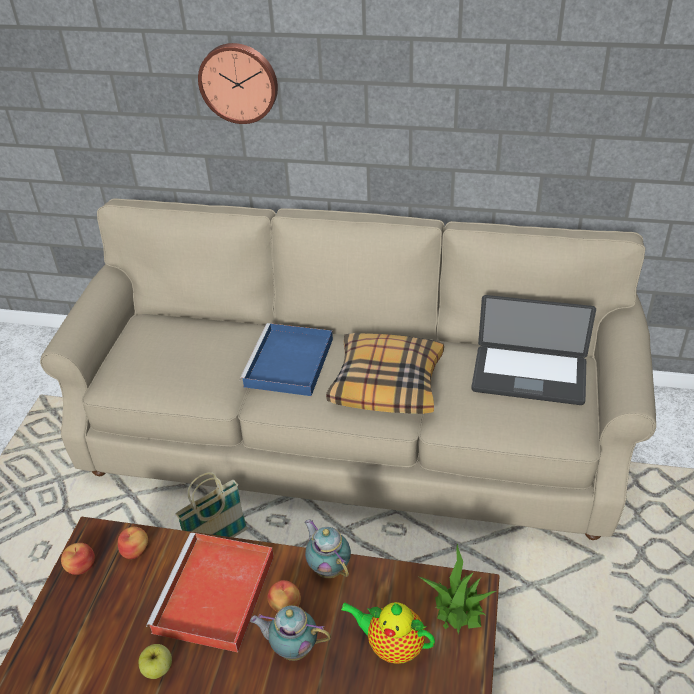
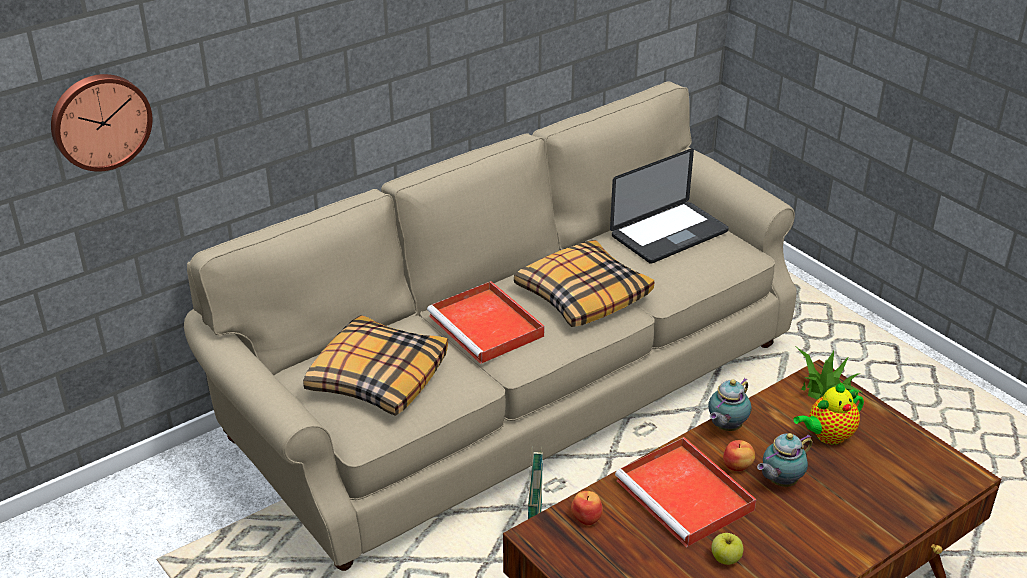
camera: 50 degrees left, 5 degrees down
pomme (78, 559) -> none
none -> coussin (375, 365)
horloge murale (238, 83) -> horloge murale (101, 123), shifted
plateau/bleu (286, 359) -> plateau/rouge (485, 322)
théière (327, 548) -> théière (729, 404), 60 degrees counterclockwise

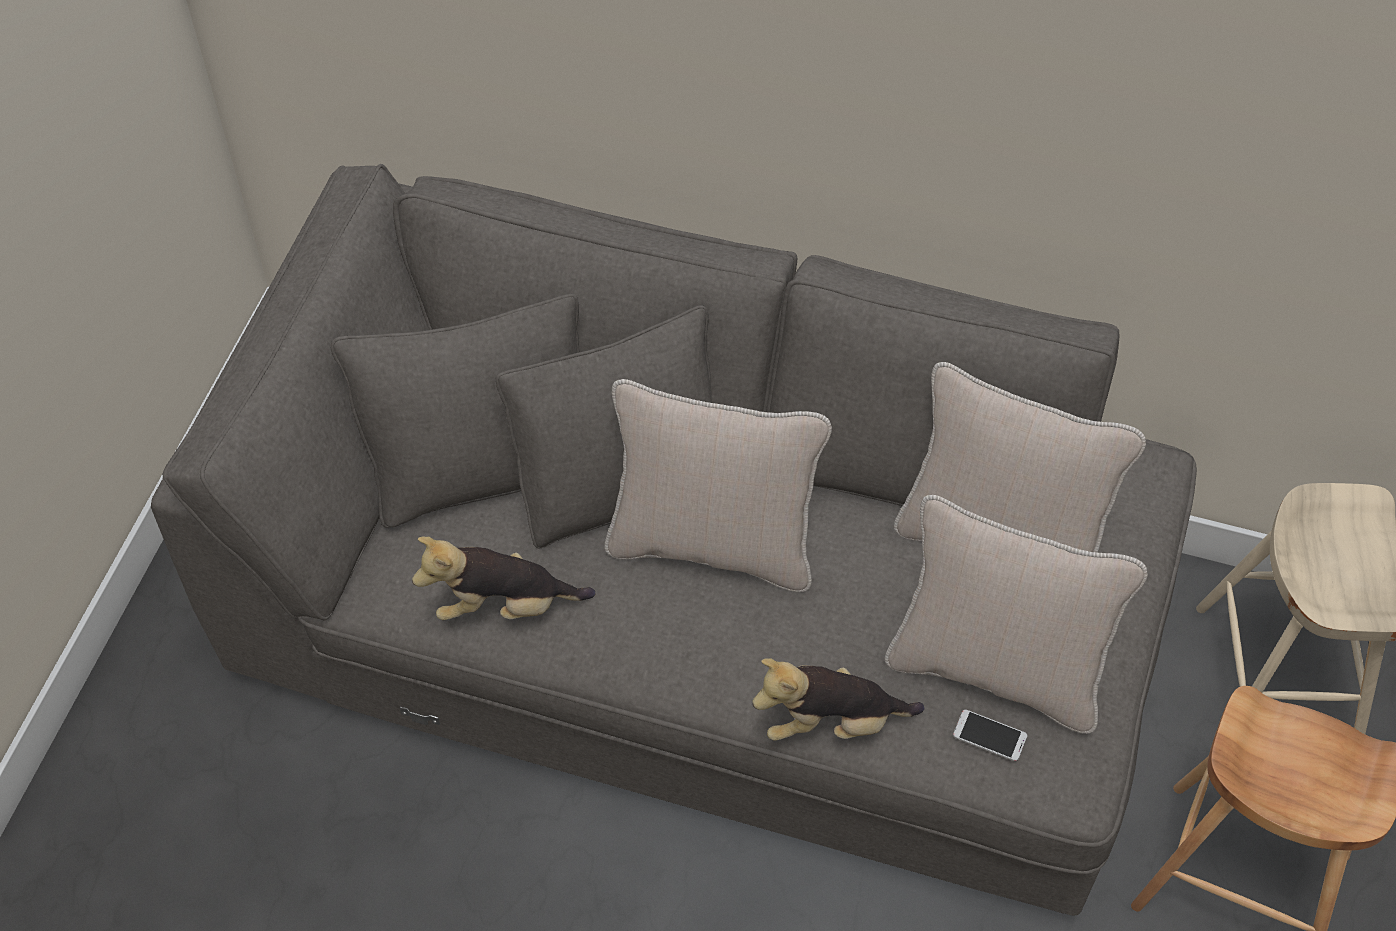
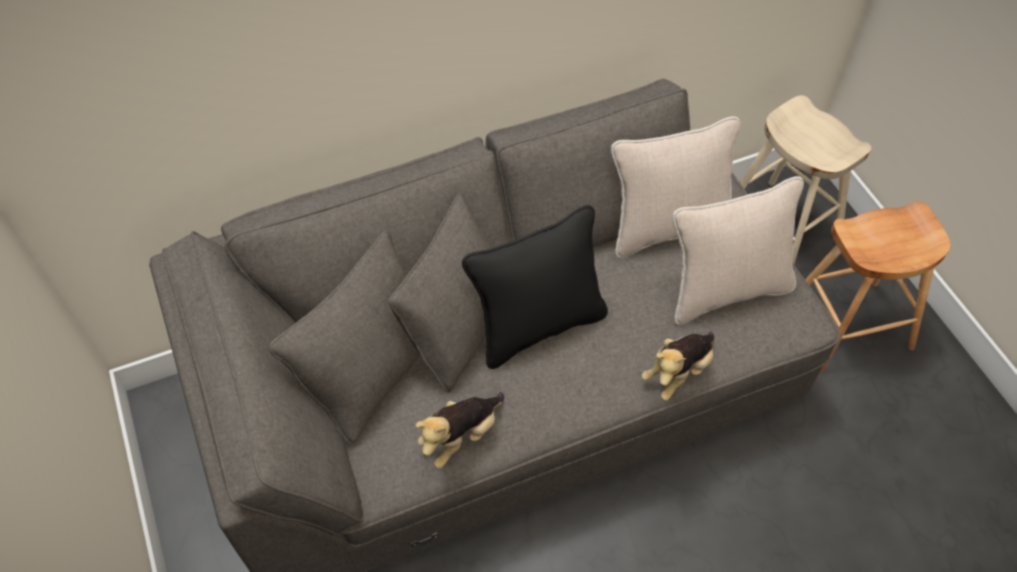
camera: 40 degrees left, 0 degrees up
téléphone (990, 735) -> none
coussin/beige (718, 486) -> coussin/noir (535, 287)

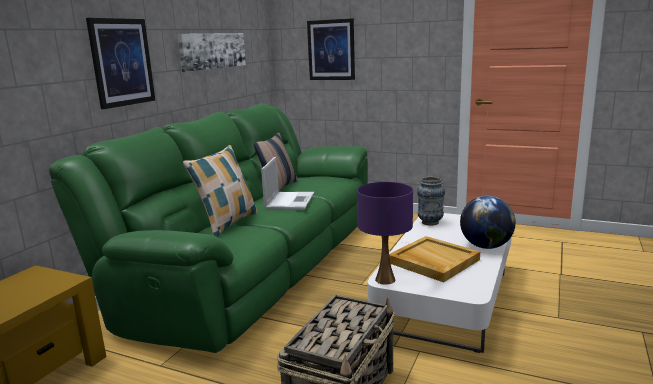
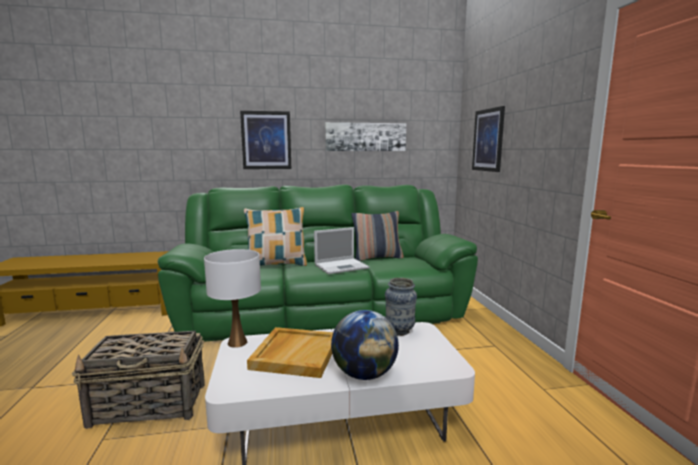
camera: 55 degrees right, 5 degrees down
lampe de table/violet (385, 233) -> lampe de table/blanc (232, 298)

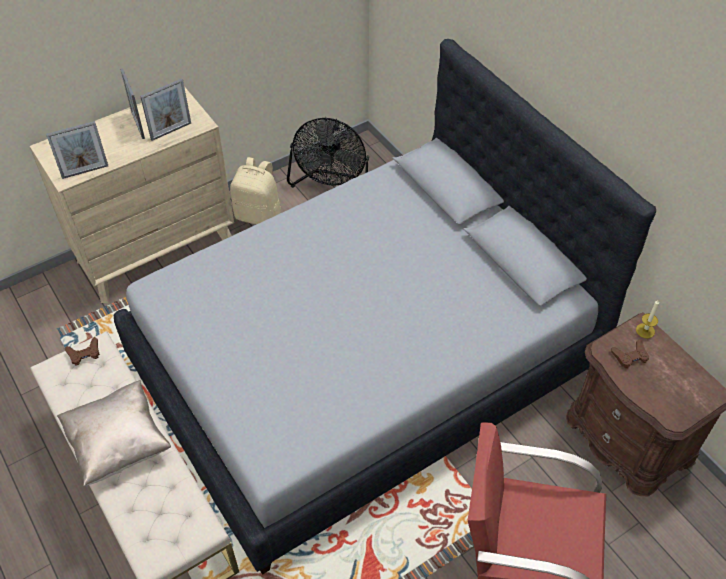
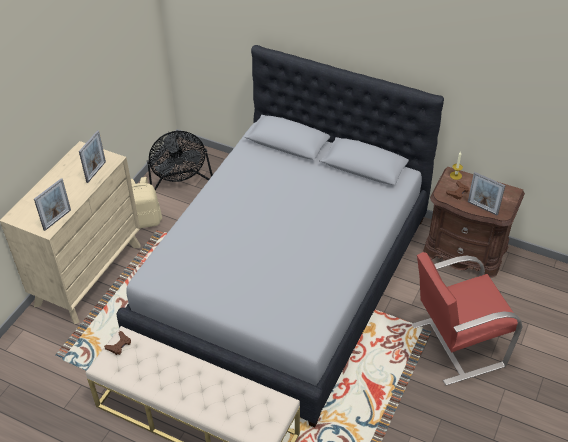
camera: 30 degrees left, 5 degrees down
coussin/beige (114, 433) -> none
cadre photo (132, 103) -> cadre photo (487, 194), shifted

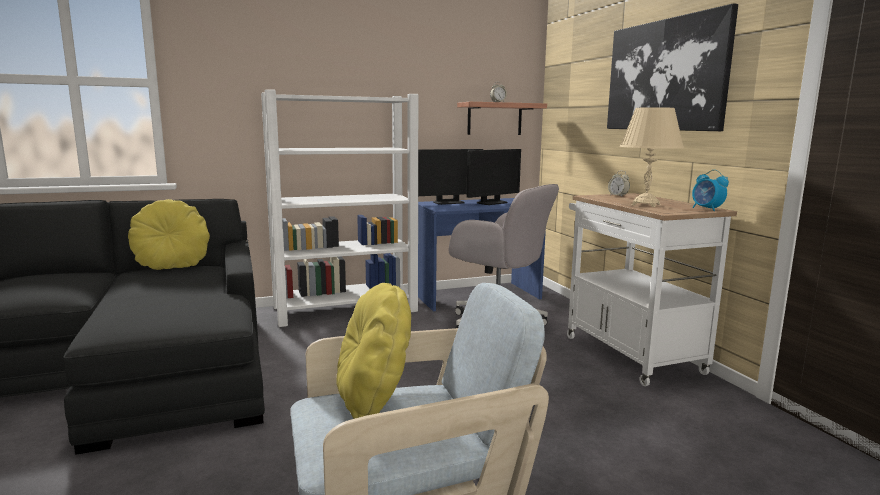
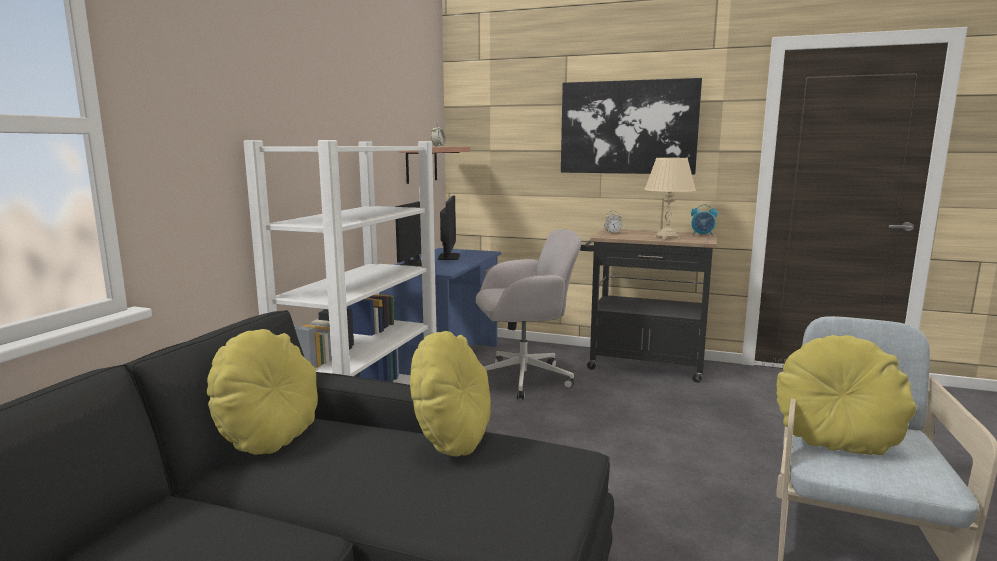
camera: 50 degrees left, 0 degrees up
none -> coussin/jaune (450, 394)
chariot/blanc (652, 289) -> chariot/noir (648, 306)

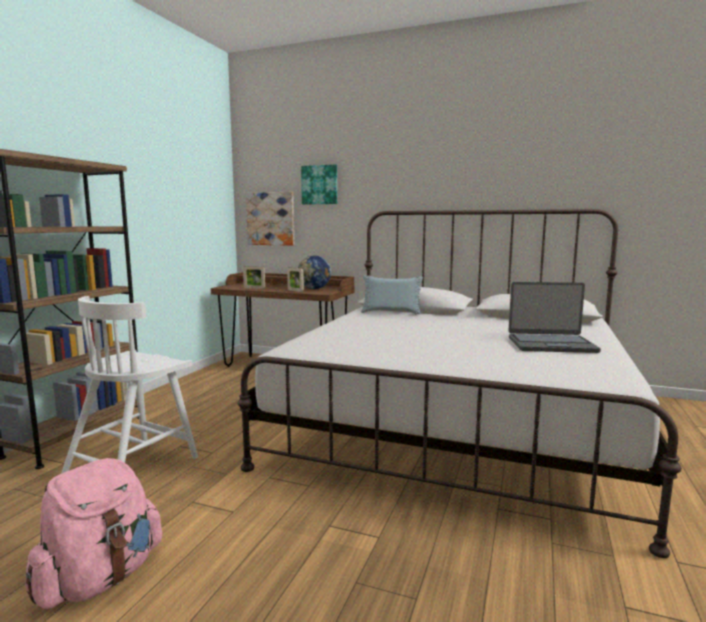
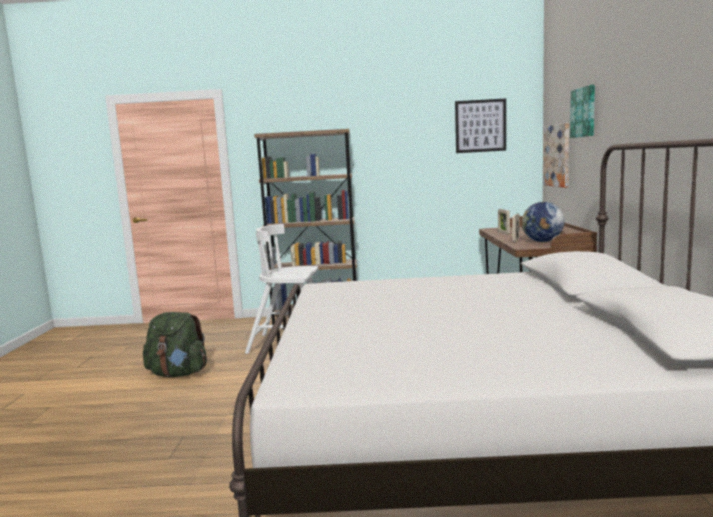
camera: 70 degrees right, 0 degrees up
coussin/bleu (392, 295) -> none
ordinateur portable (554, 317) -> none
none -> tableau (480, 126)
sac à dos/rose (93, 533) -> sac à dos/vert (175, 344)

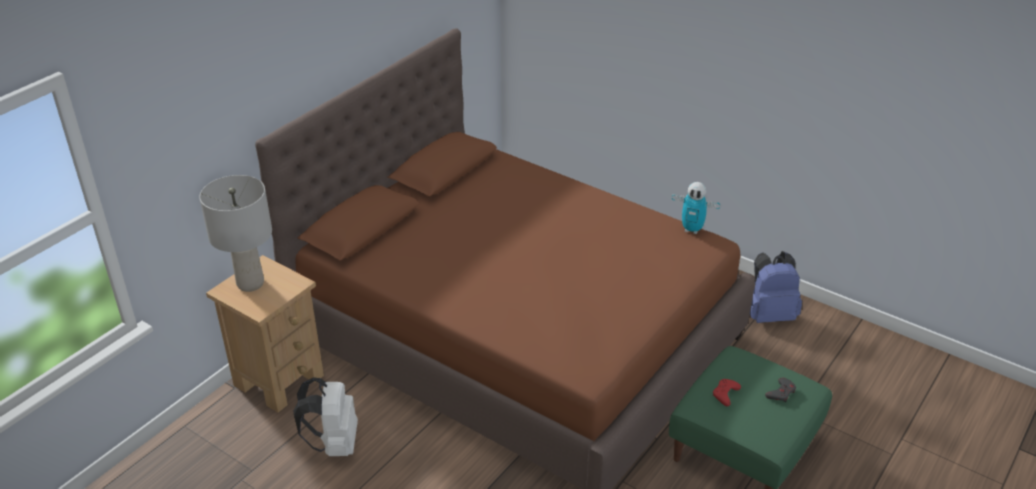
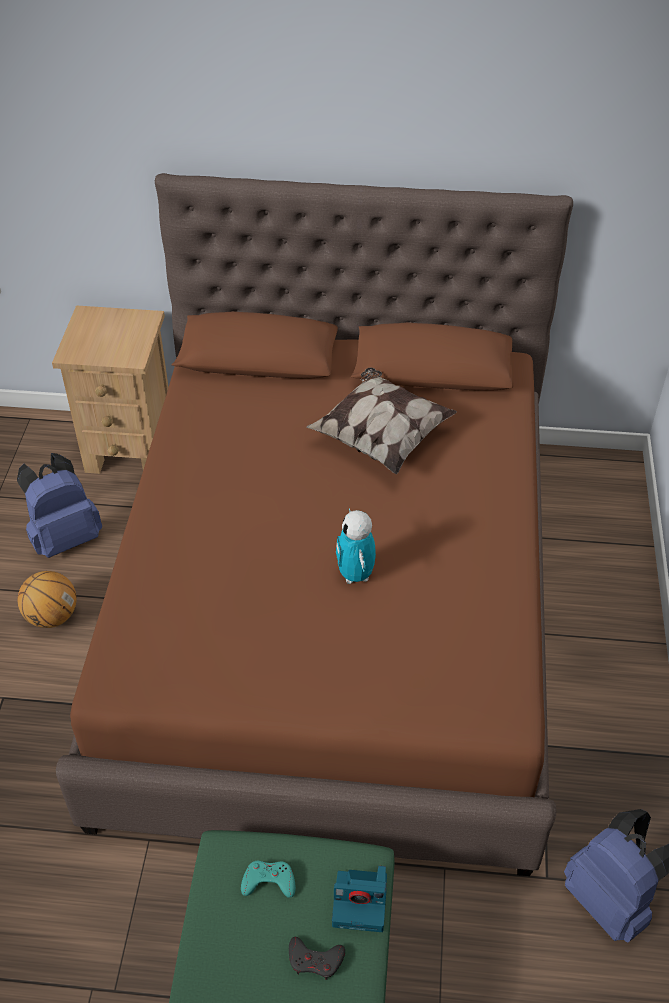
camera: 60 degrees right, 10 degrees up
lampe de table/gris (235, 233) -> none
none -> ballon de basket (46, 599)
none -> coussin (382, 421)
none -> appareil photo (359, 899)
robot jouet (696, 208) -> robot jouet (356, 546), shifted
sac à dos/blanc (325, 416) -> sac à dos/bleu (59, 505)
manette/rouge (727, 392) -> manette/turquoise (268, 879)

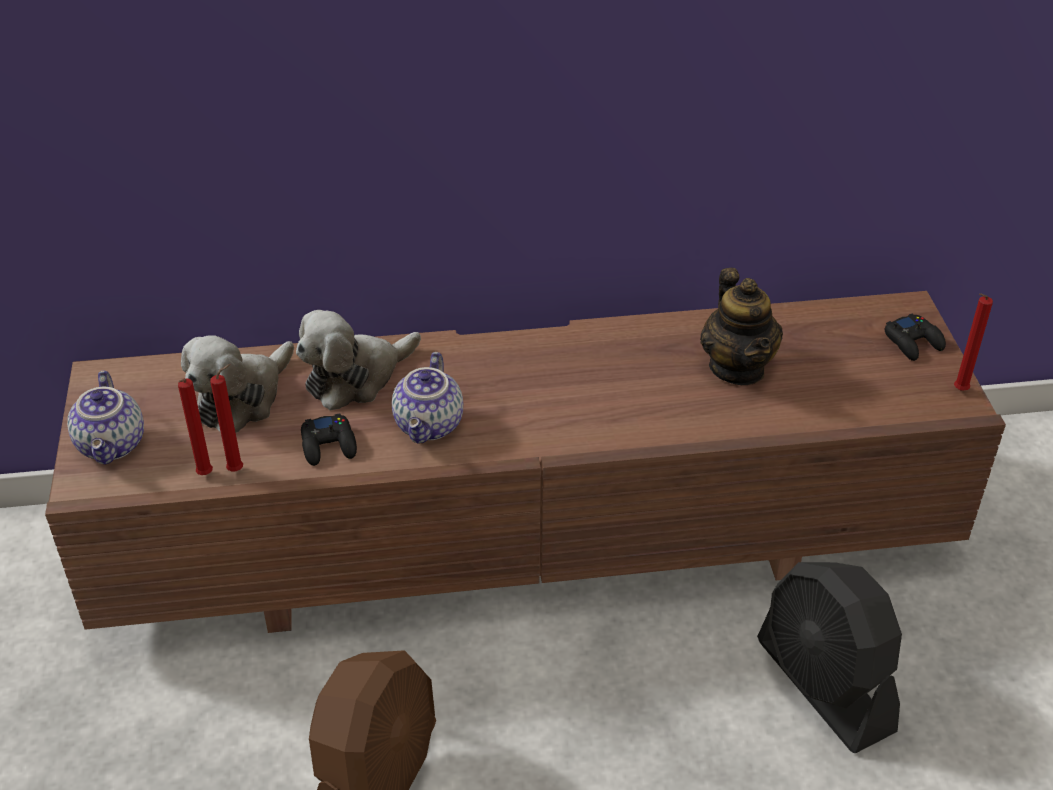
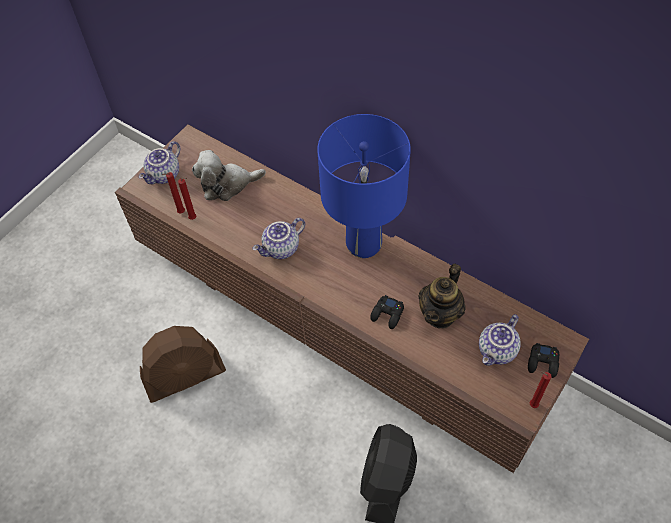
camera: 45 degrees right, 15 degrees up
peluche (358, 360) -> none
none -> lampe de table/bleu (364, 186)
none -> théière (500, 340)
manette/noir (329, 440) -> manette/noir (387, 312), shifted

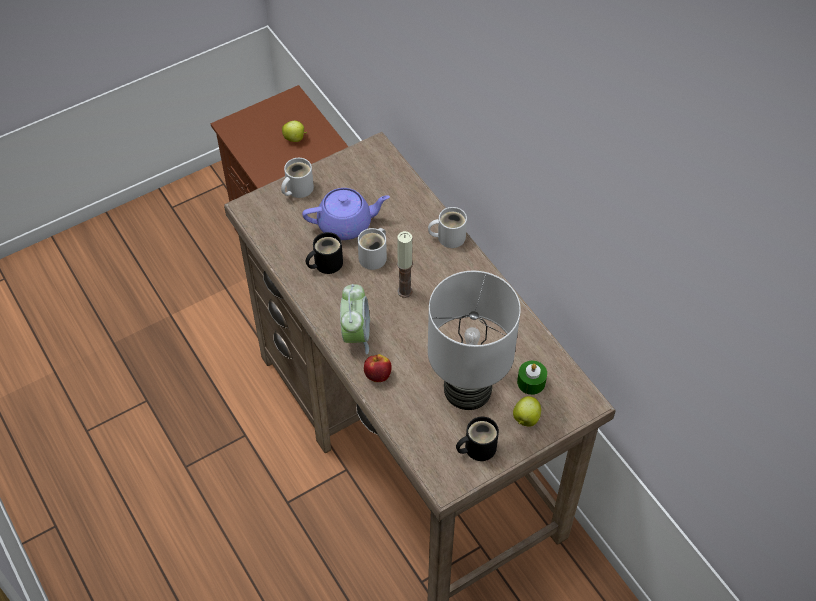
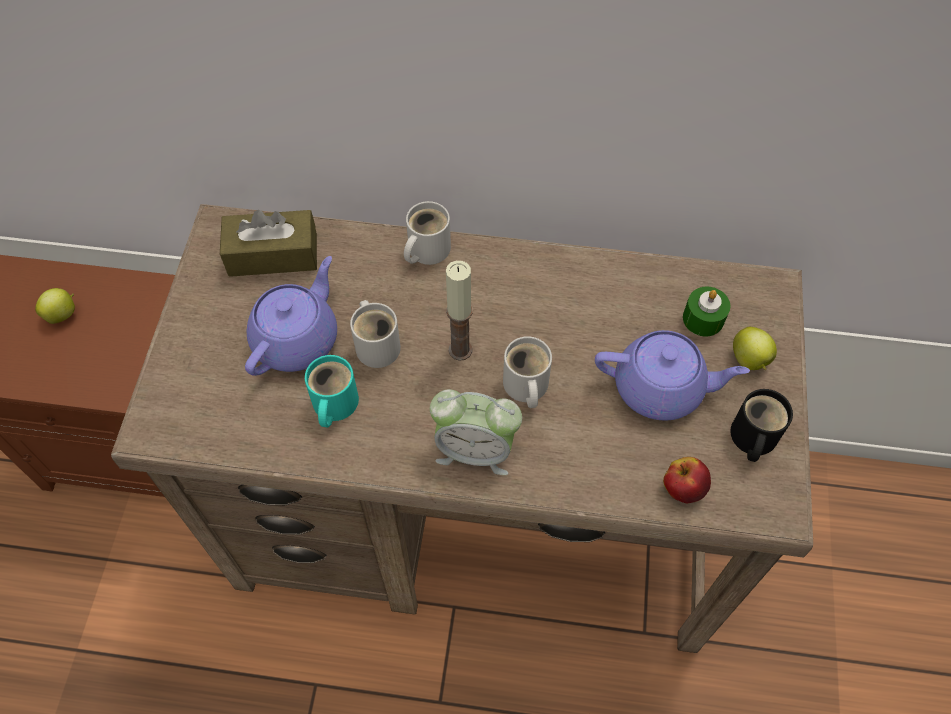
camera: 50 degrees left, 5 degrees up
none -> boîte à mouchoirs/marron (268, 243)
mug/blanc (297, 178) -> mug/blanc (527, 372), shifted
pomme (378, 368) -> pomme (687, 480), shifted
lampe de table/gris (474, 340) -> théière/violet (672, 375)
mug/noir (324, 253) -> mug/turquoise (332, 391)
réveil (355, 319) -> réveil (476, 432), 150 degrees clockwise

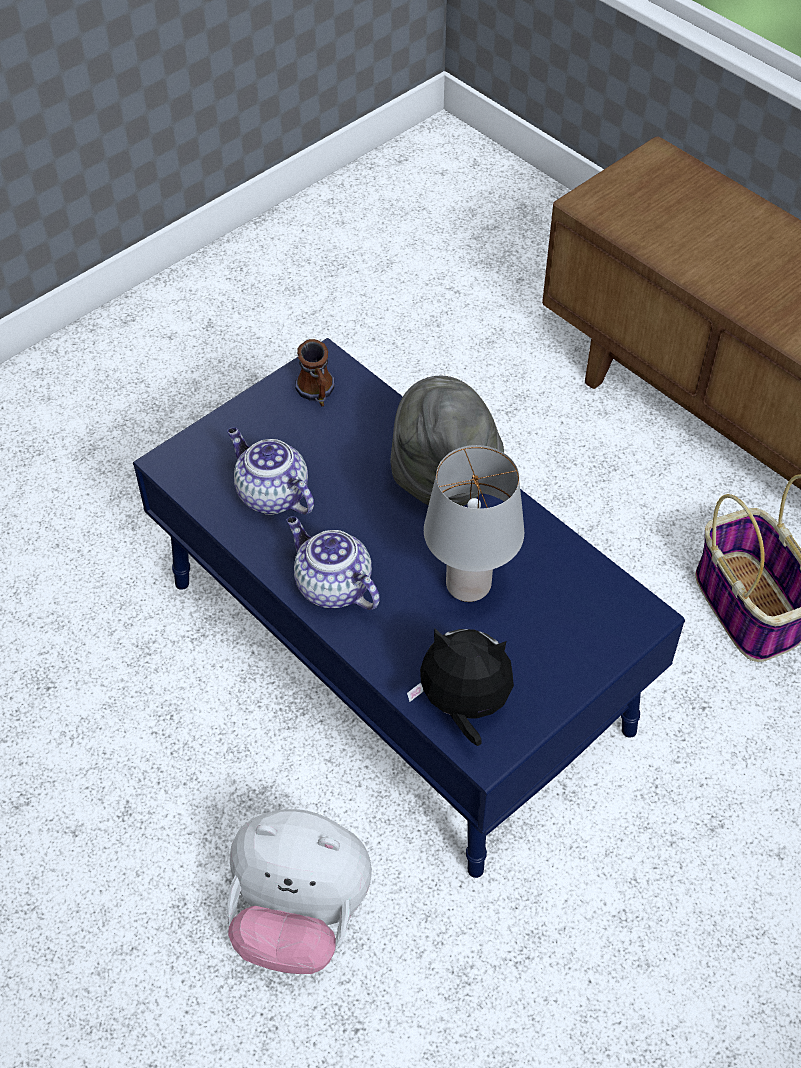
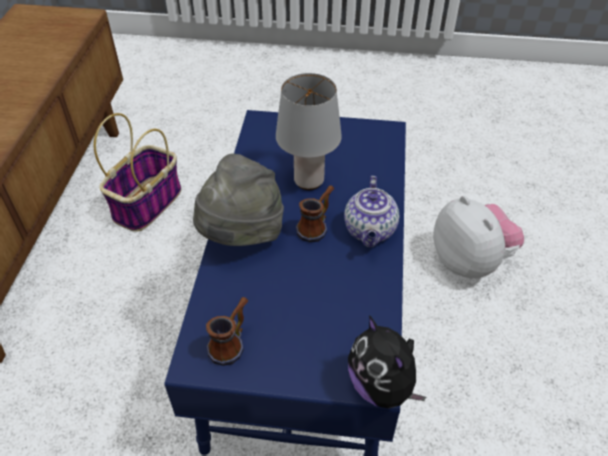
camera: 130 degrees left, 5 degrees down
théière (270, 471) -> none
none -> mug (315, 213)
peluche (460, 687) -> peluche (387, 361), shifted

